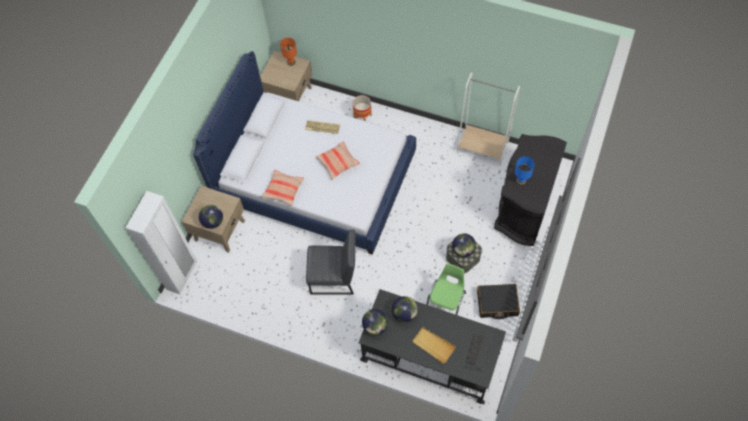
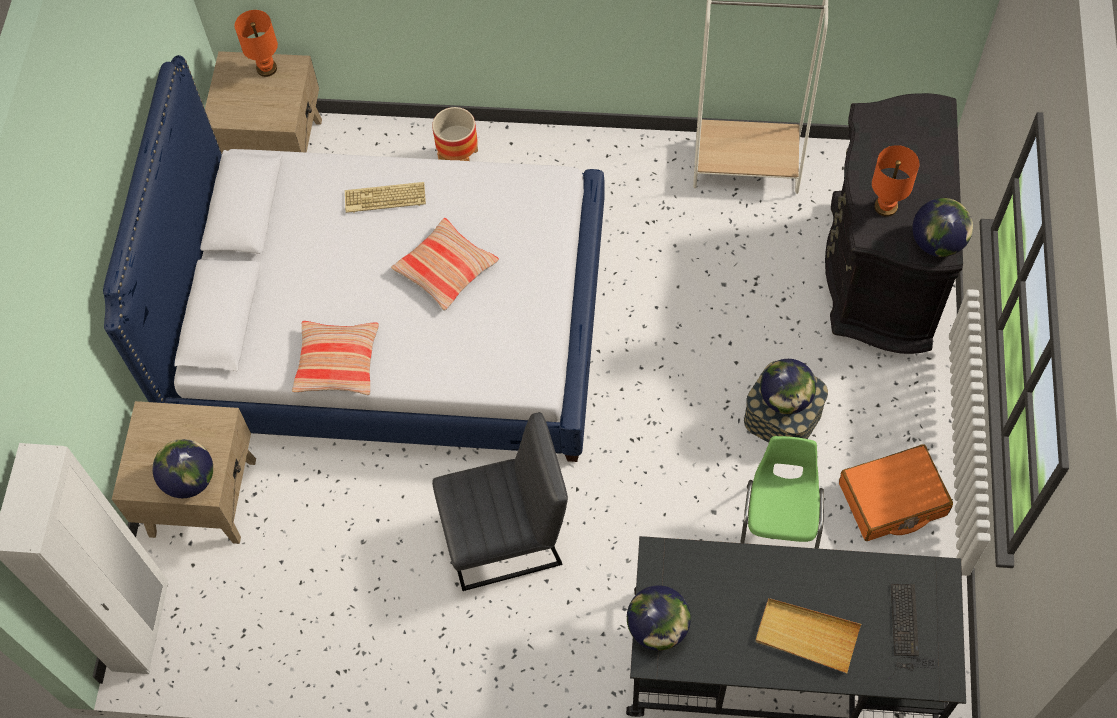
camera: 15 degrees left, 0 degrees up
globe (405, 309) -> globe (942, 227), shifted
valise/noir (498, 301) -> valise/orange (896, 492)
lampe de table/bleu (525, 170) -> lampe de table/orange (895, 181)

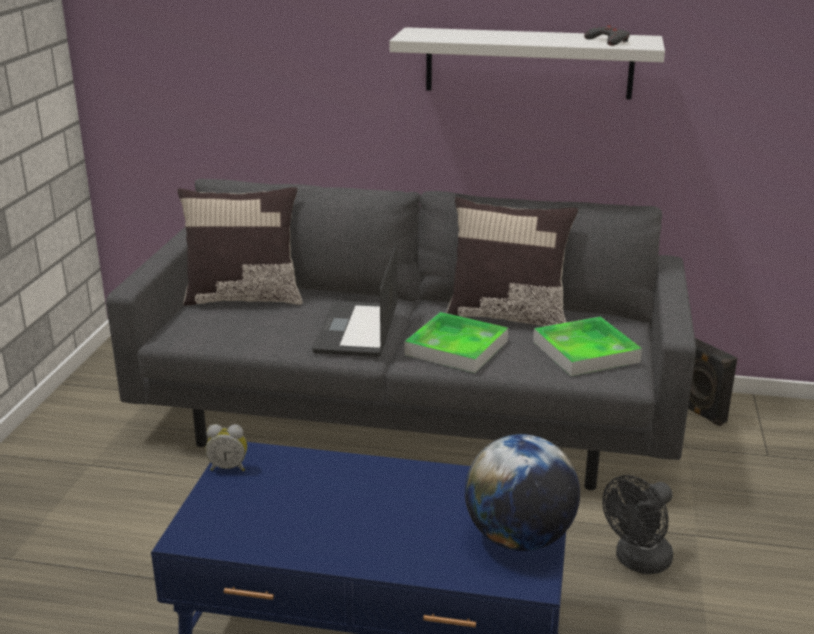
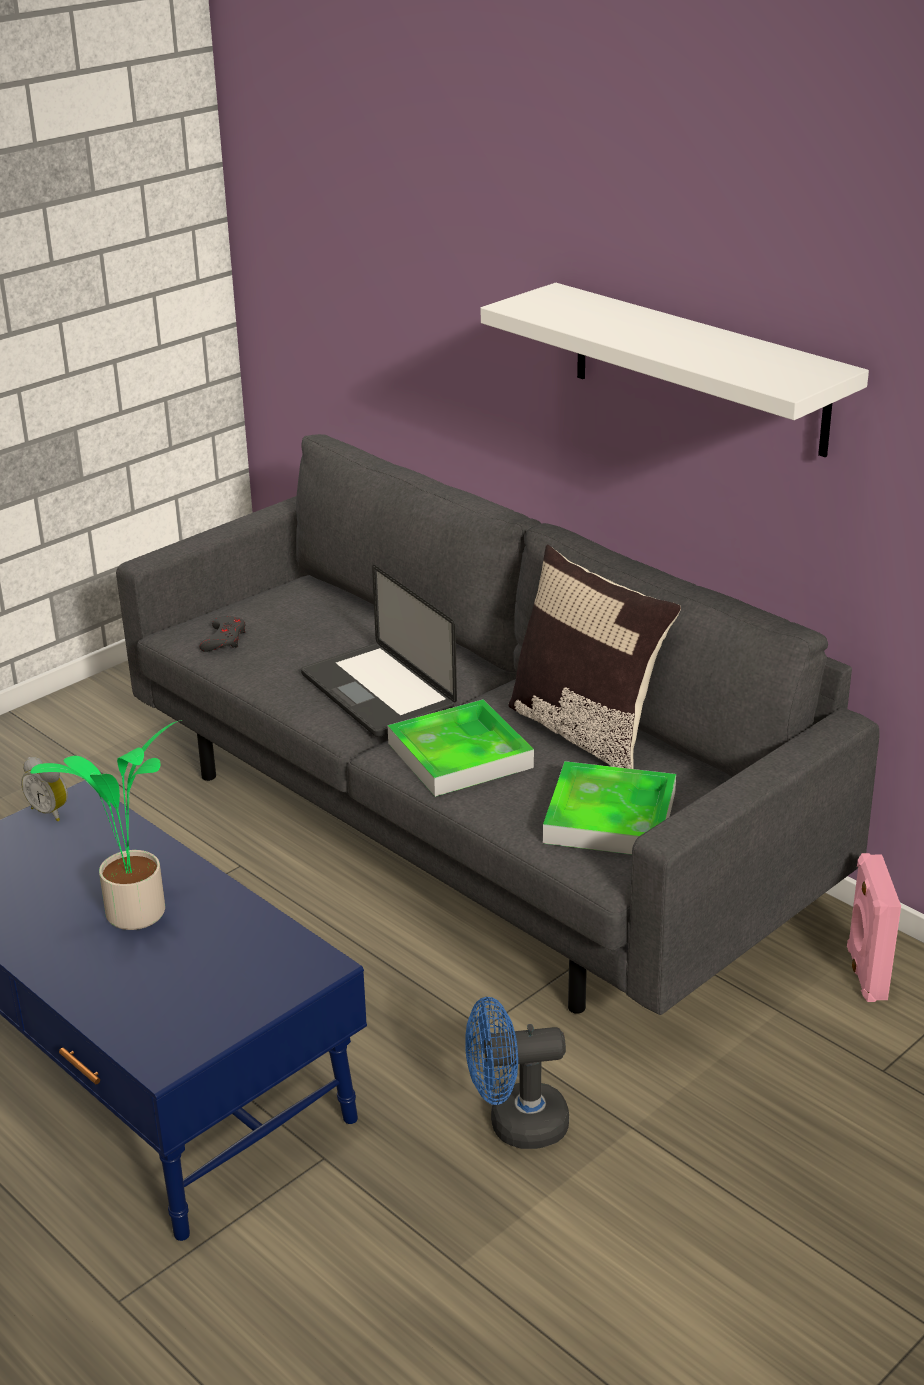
camera: 35 degrees right, 5 degrees up
coussin (240, 246) -> none
globe (522, 492) -> none
none -> plante en pot (106, 825)
manette/gris (607, 35) -> manette/gris (222, 634), shifted
ventilateur/noir (637, 524) -> ventilateur/bleu (517, 1073)
enceinte/noir (712, 382) -> enceinte/rose (874, 927)
ordinateur portable (354, 301) -> ordinateur portable (379, 651), 75 degrees counterclockwise

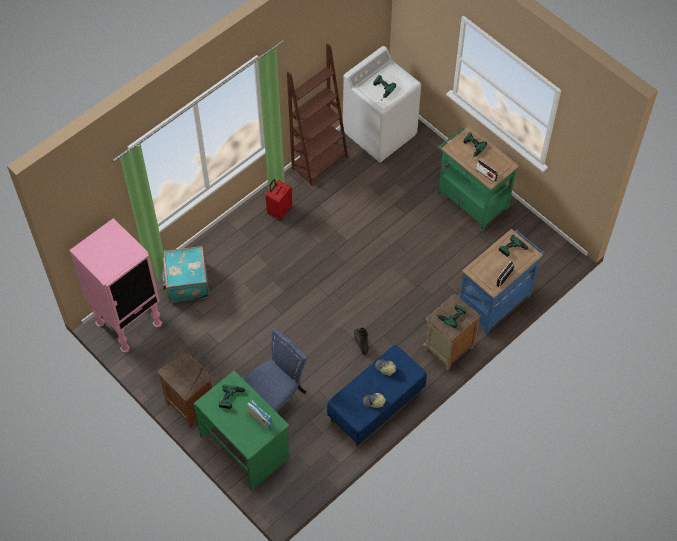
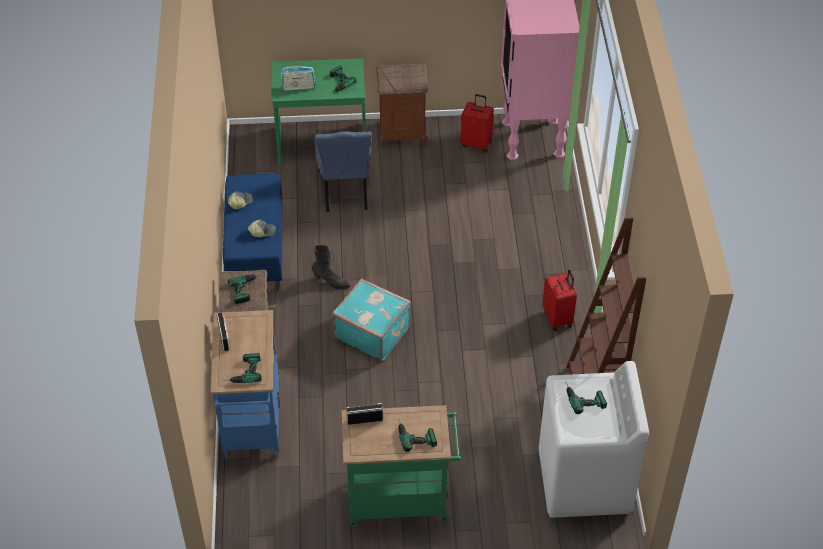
camera: 130 degrees right, 10 degrees down
none -> valise/rouge (477, 123)
valise/turquoise (185, 274) -> valise/turquoise (371, 319), shifted

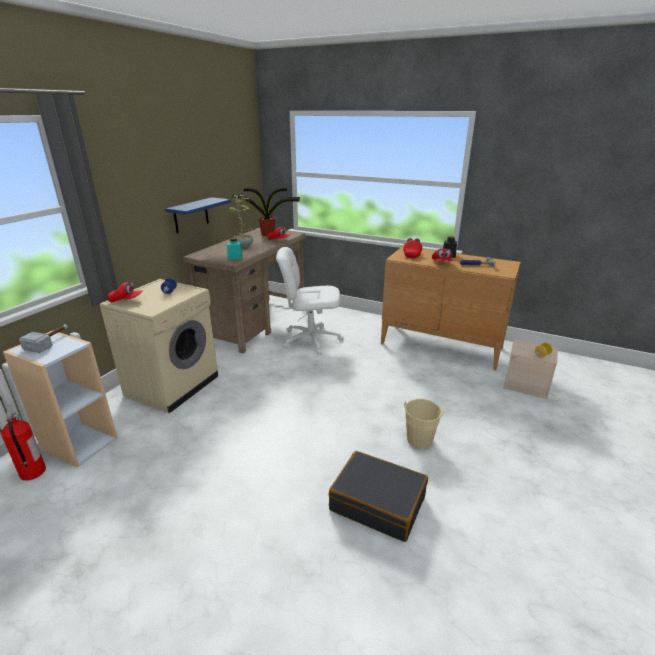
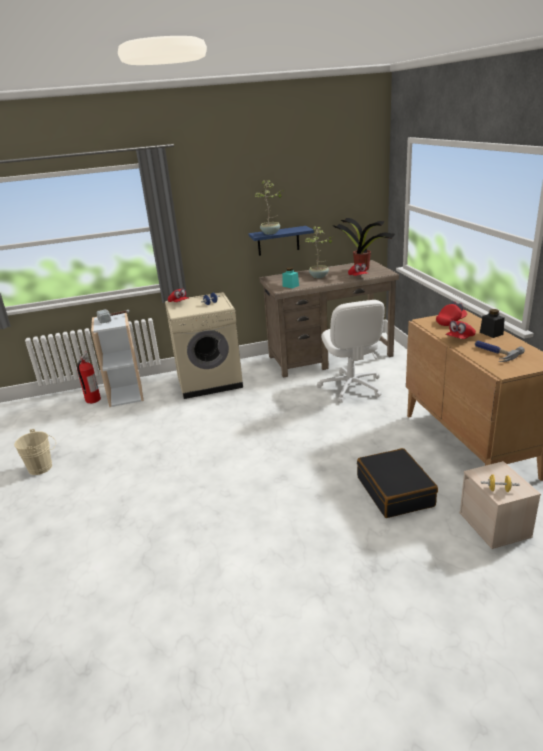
camera: 50 degrees right, 0 degrees up
none -> plante en pot (269, 207)
valise/noir (378, 496) -> valise/noir (397, 483), shifted
seau/beige (424, 424) -> seau/beige (35, 452), shifted
chaise de bureau/blanc (309, 301) -> chaise de bureau/blanc (351, 351), 150 degrees counterclockwise

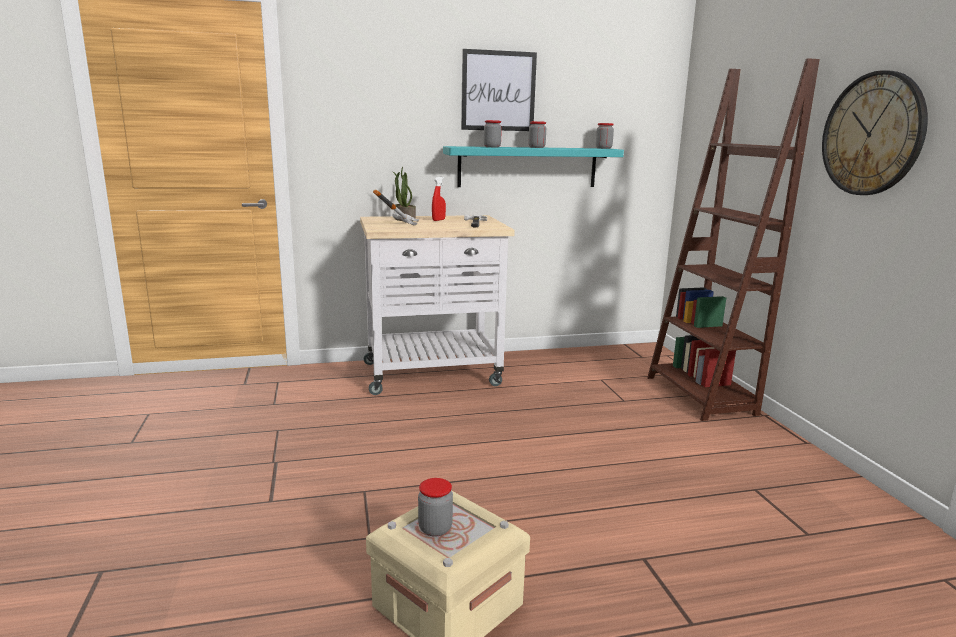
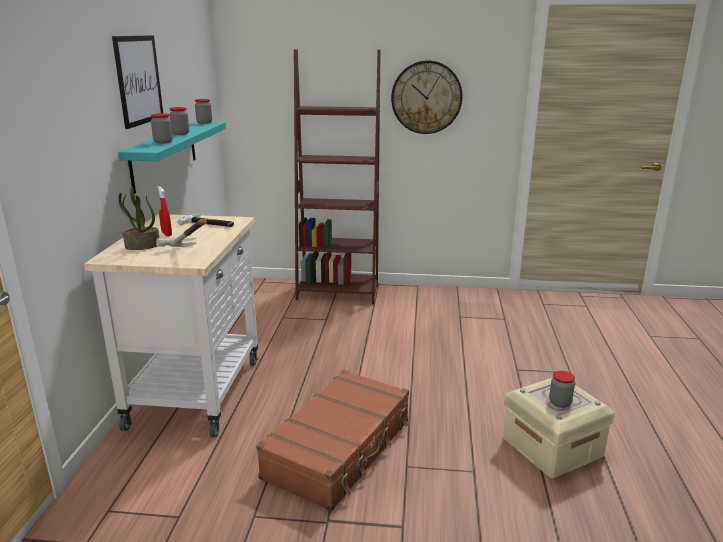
camera: 70 degrees left, 5 degrees up
none -> valise/marron (332, 440)

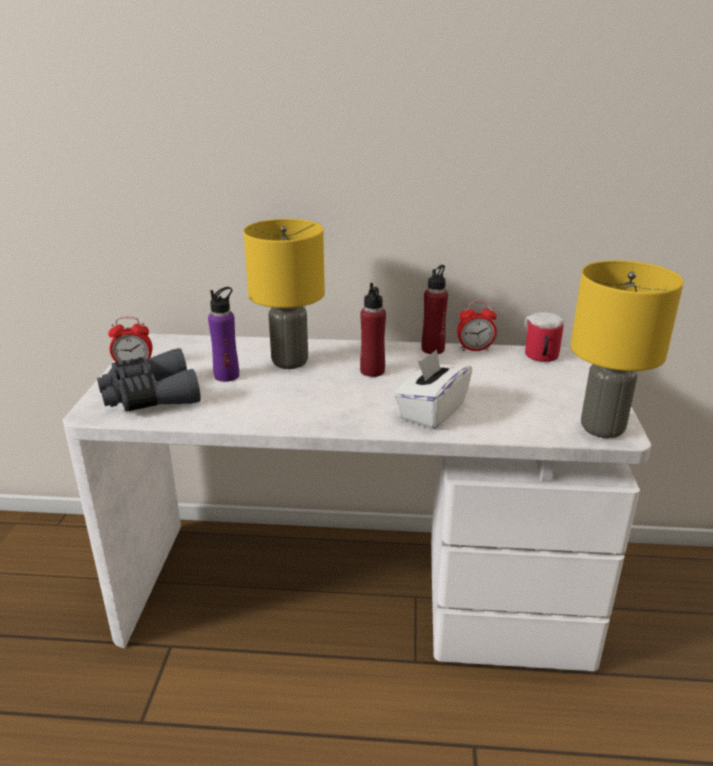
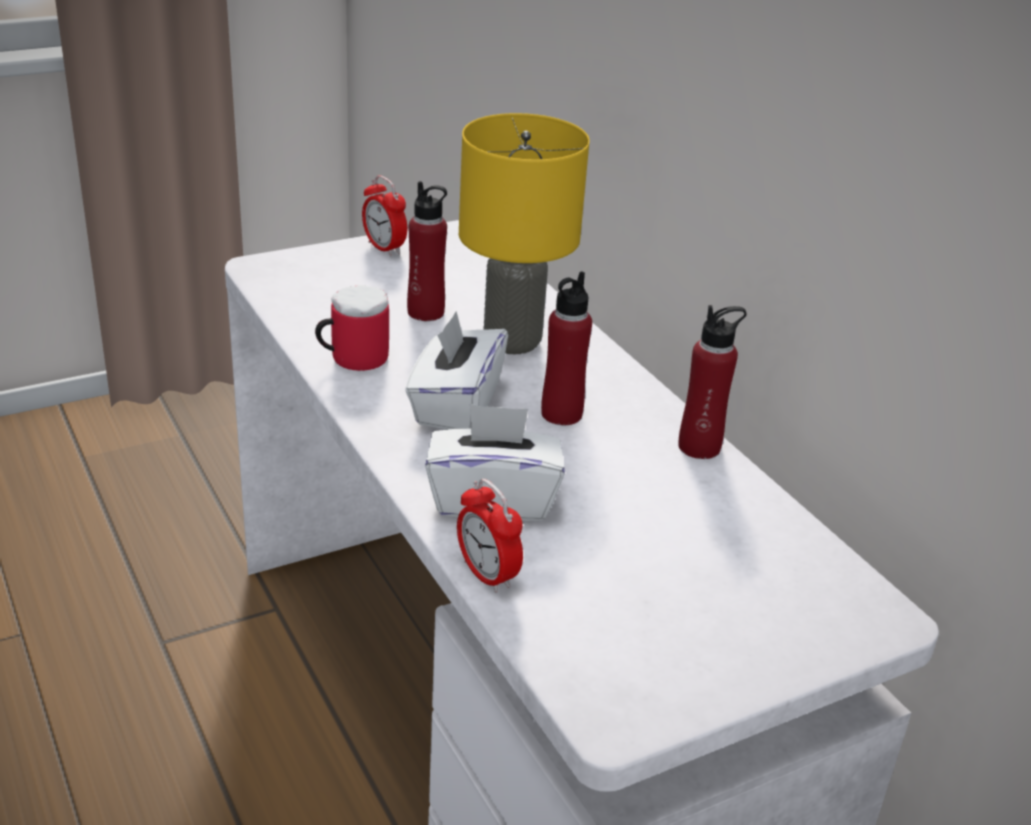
camera: 55 degrees right, 5 degrees up
jumelles/gris (149, 380) -> none
lampe de table/jaune (627, 349) -> none
none -> boîte à mouchoirs/blanc (456, 370)
réveil (477, 326) -> réveil (490, 536), shifted
mug (544, 337) -> mug (352, 328), shifted
bouteille/violet (223, 334) -> bouteille/rouge (427, 251)

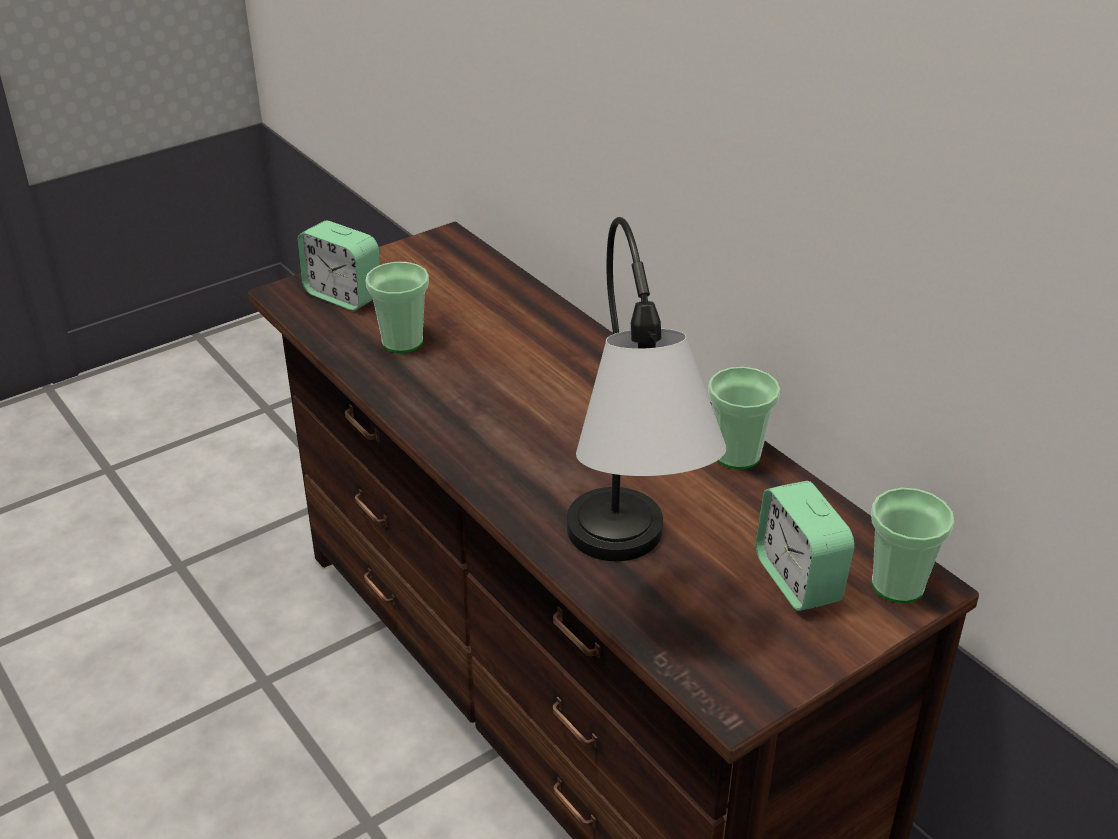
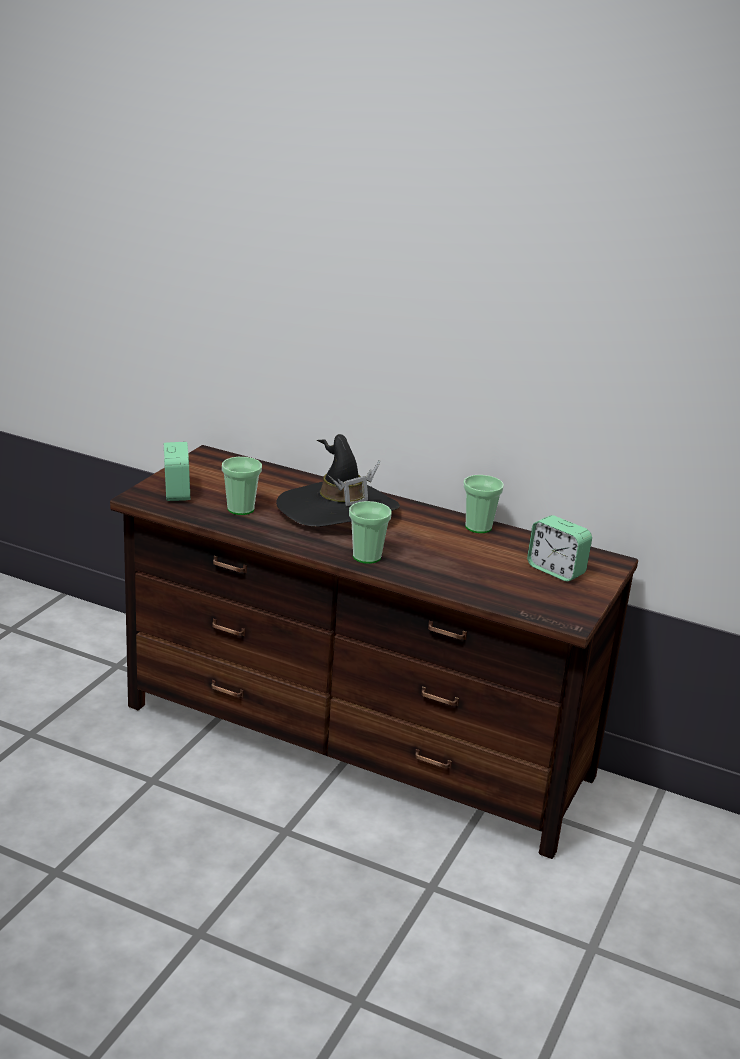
camera: 30 degrees left, 10 degrees down
lampe de table (647, 389) -> none
none -> chapeau/noir (338, 480)
tasse (912, 545) -> tasse (370, 532), shifted
réveil (339, 266) -> réveil (177, 471), 105 degrees counterclockwise

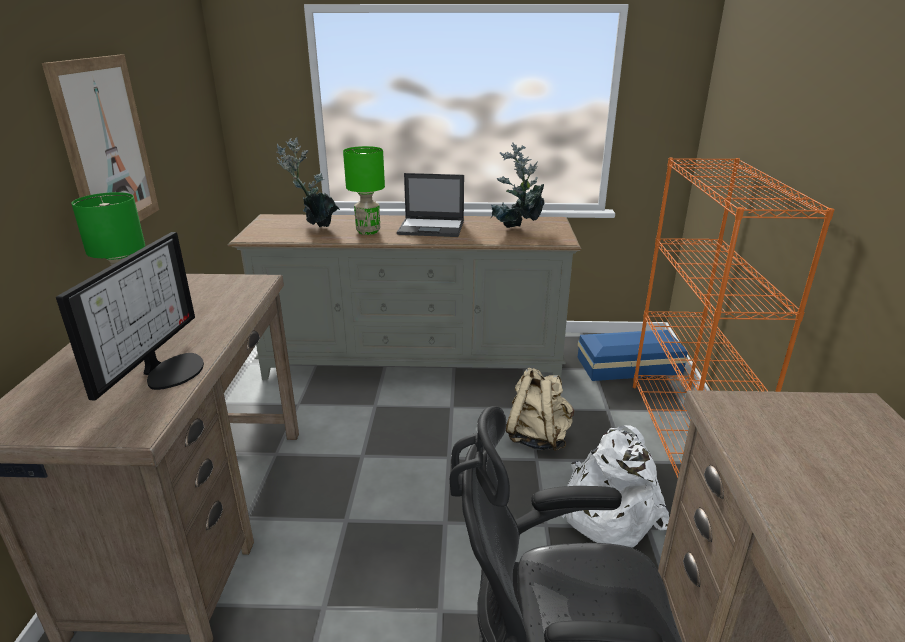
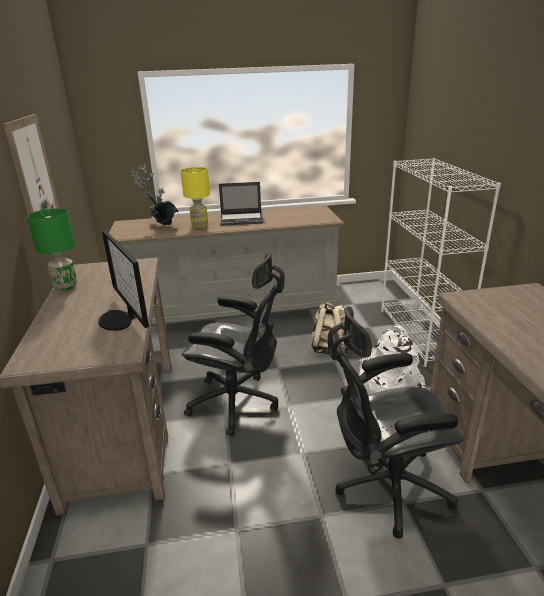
camera: 10 degrees left, 0 degrees up
plante en pot (517, 185) -> none
boîte de rangement/bleu (633, 355) -> none
none -> chaise de bureau (233, 345)
lampe de table/vert (364, 190) -> lampe de table/jaune (195, 197)
bibliothèque/orange (733, 318) -> bibliothèque/blanc (441, 262)
écran d'ordinateur (130, 316) -> écran d'ordinateur (123, 280), 150 degrees clockwise

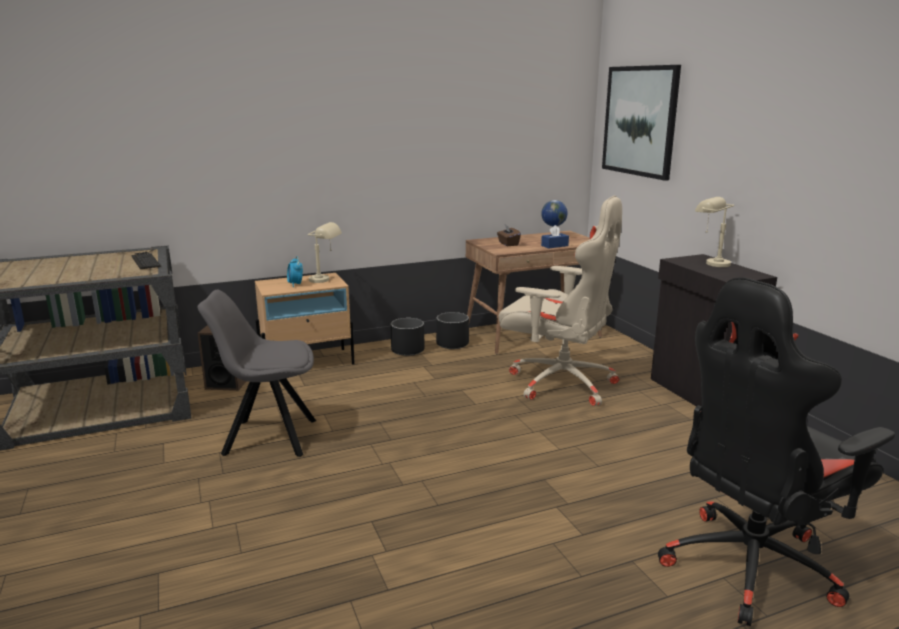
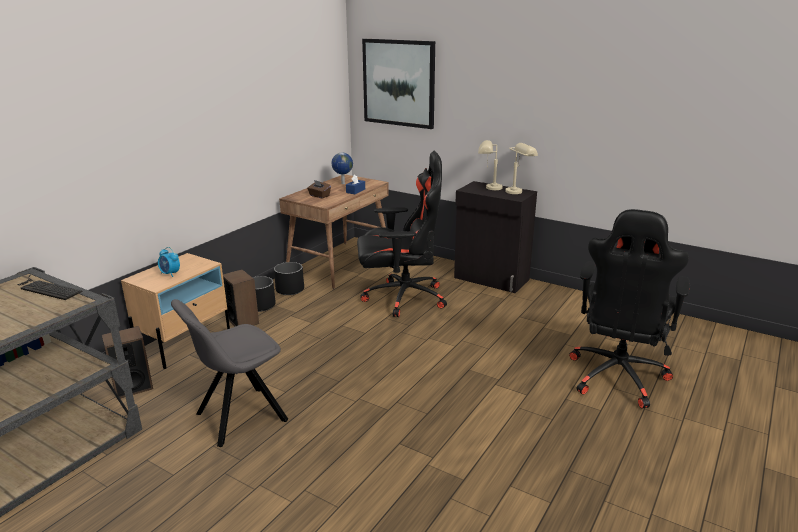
camera: 35 degrees left, 5 degrees up
none -> enceinte (241, 297)
lampe de table/beige (325, 252) -> lampe de table/beige (521, 168), shifted
chaise de bureau/beige (560, 301) -> chaise de bureau/noir (402, 234)

